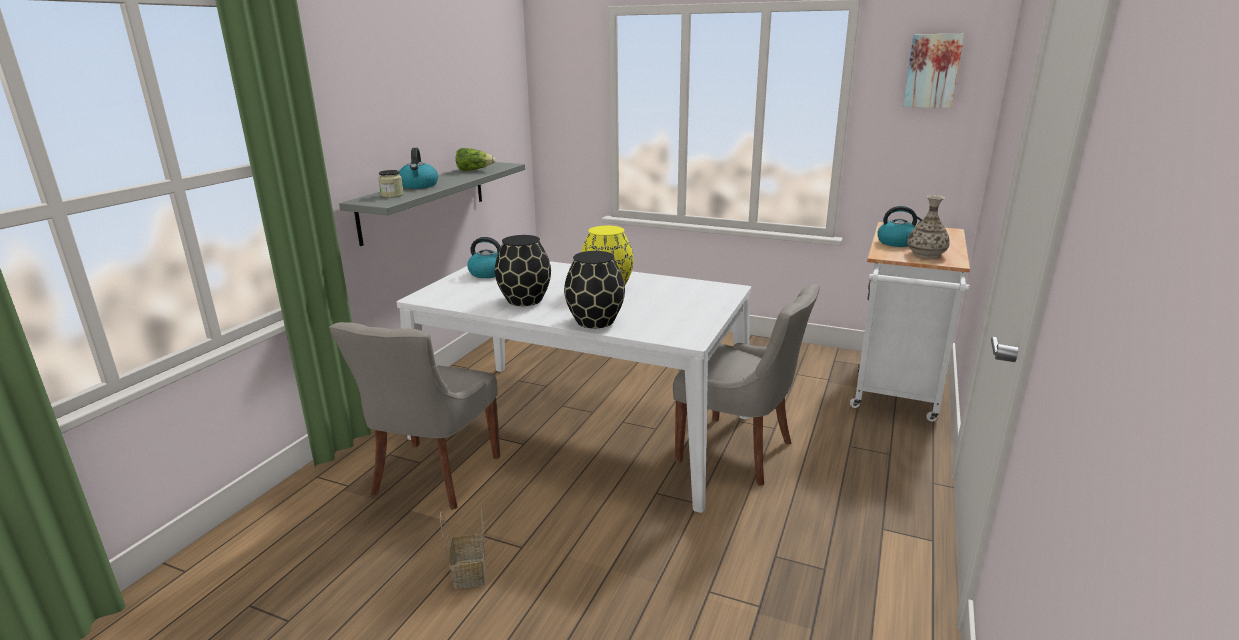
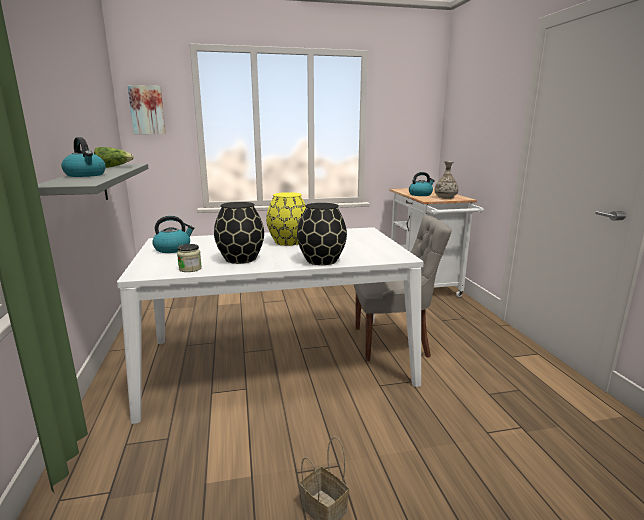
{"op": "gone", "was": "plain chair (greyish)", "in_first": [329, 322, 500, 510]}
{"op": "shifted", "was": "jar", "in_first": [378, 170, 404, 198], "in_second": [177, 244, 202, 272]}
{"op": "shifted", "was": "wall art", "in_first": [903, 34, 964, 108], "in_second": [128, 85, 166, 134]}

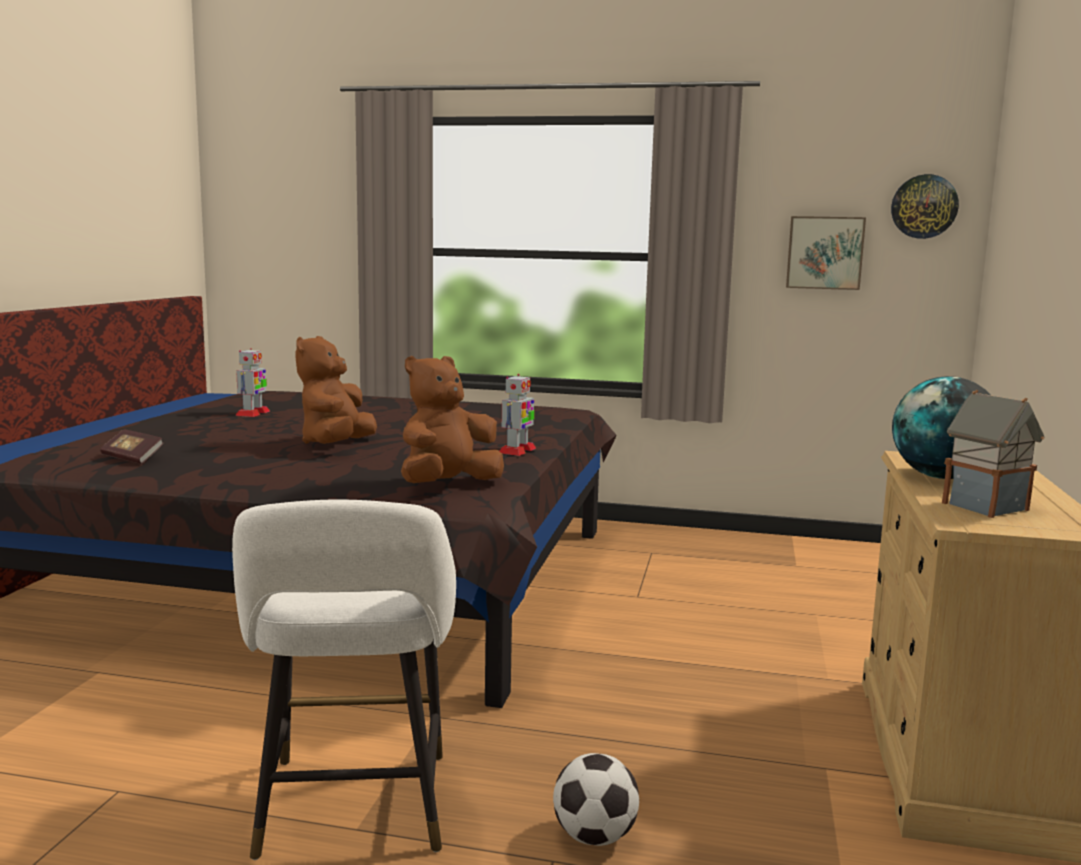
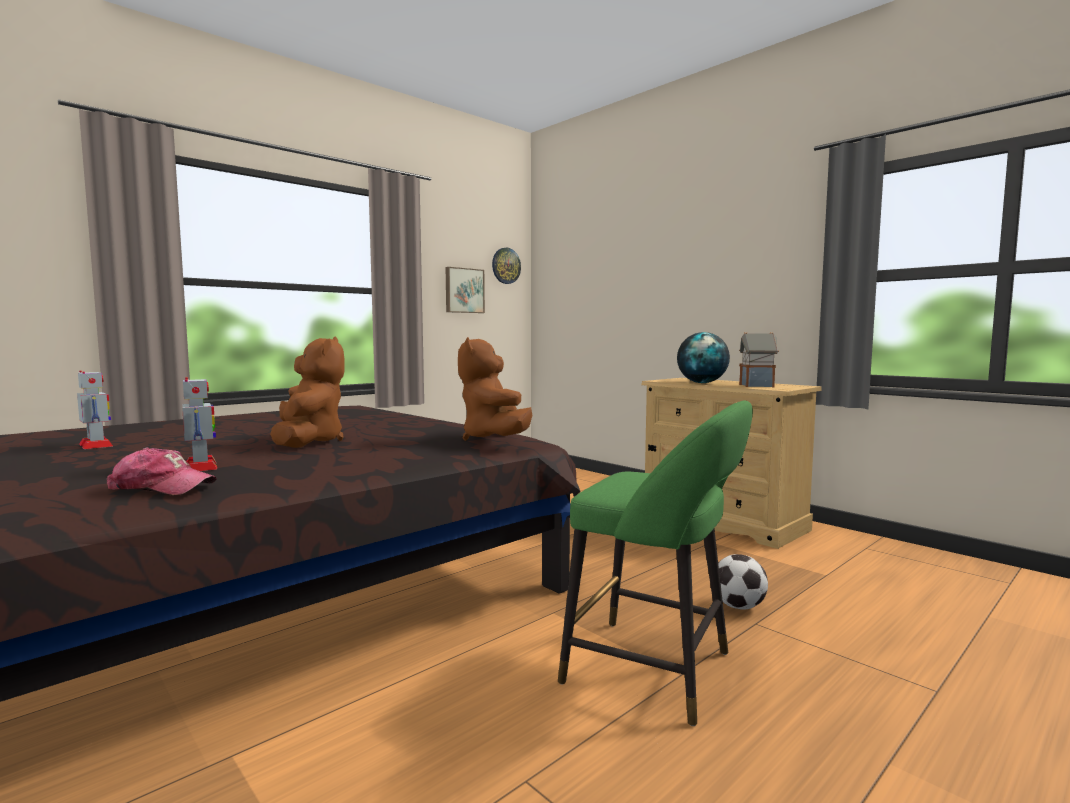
{"op": "swapped", "was": "volume", "now": "baseball cap", "in_first": [100, 430, 164, 464], "in_second": [107, 447, 217, 495]}
{"op": "repainted", "was": "sitting stool (whitish)", "now": "sitting stool (greenish)", "in_first": [232, 500, 456, 860], "in_second": [558, 400, 753, 726]}
{"op": "rotated", "was": "plush toy (brownish)", "in_first": [295, 336, 377, 444], "in_second": [270, 336, 345, 448], "clockwise": -150}
{"op": "shifted", "was": "toy robot", "in_first": [500, 374, 536, 456], "in_second": [182, 377, 217, 471]}

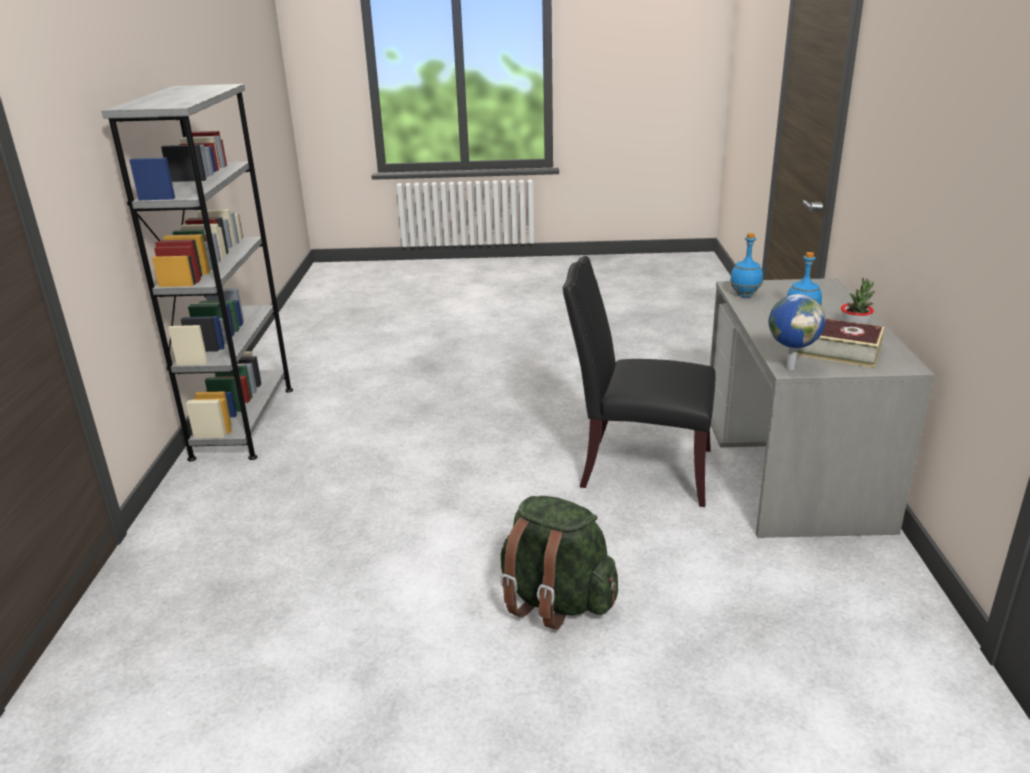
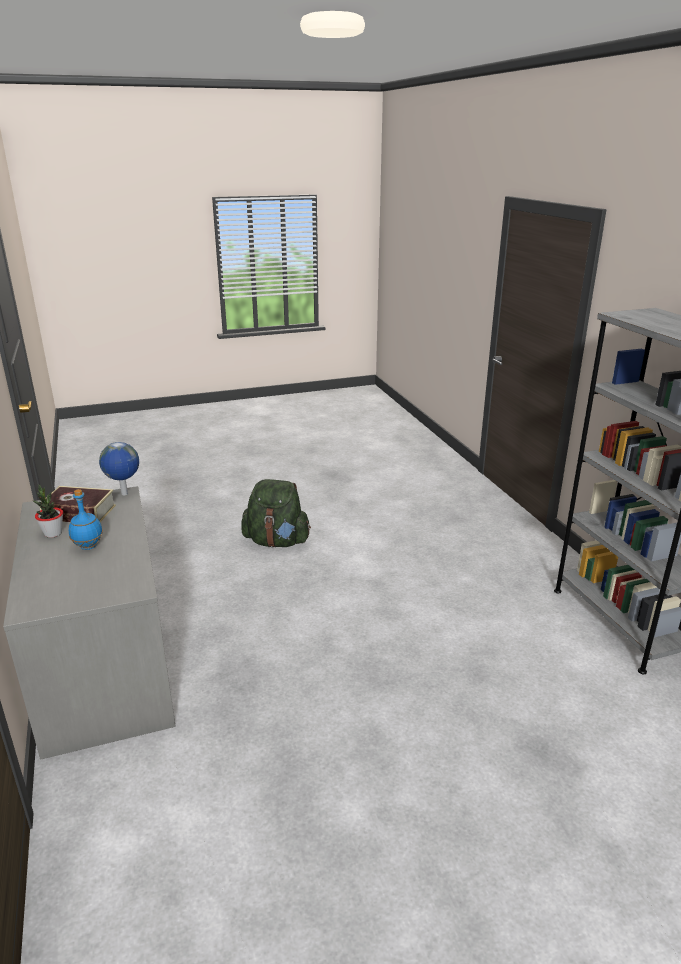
{"op": "gone", "was": "plain chair (black)", "in_first": [563, 256, 716, 507]}
{"op": "gone", "was": "drink bottle (blue-coloured)", "in_first": [730, 233, 763, 297]}

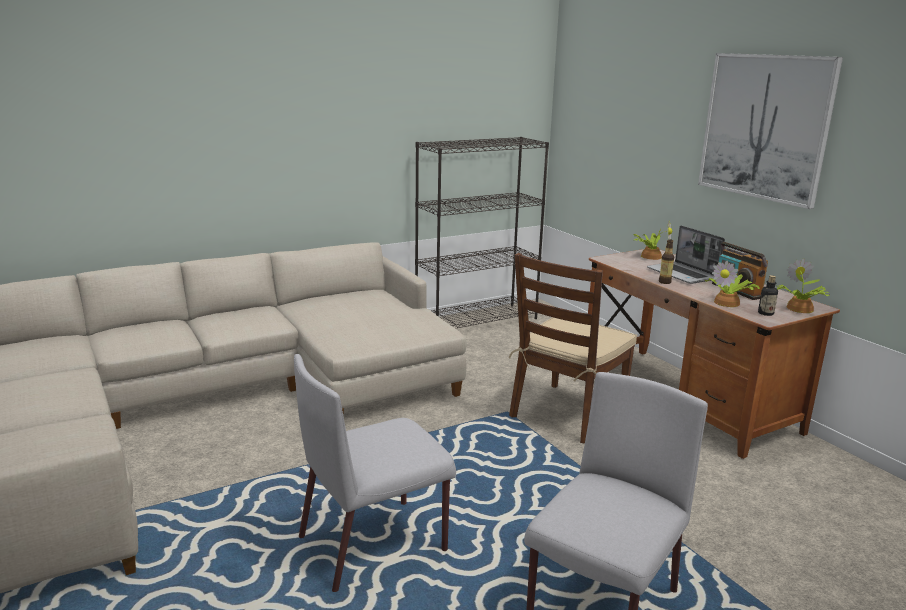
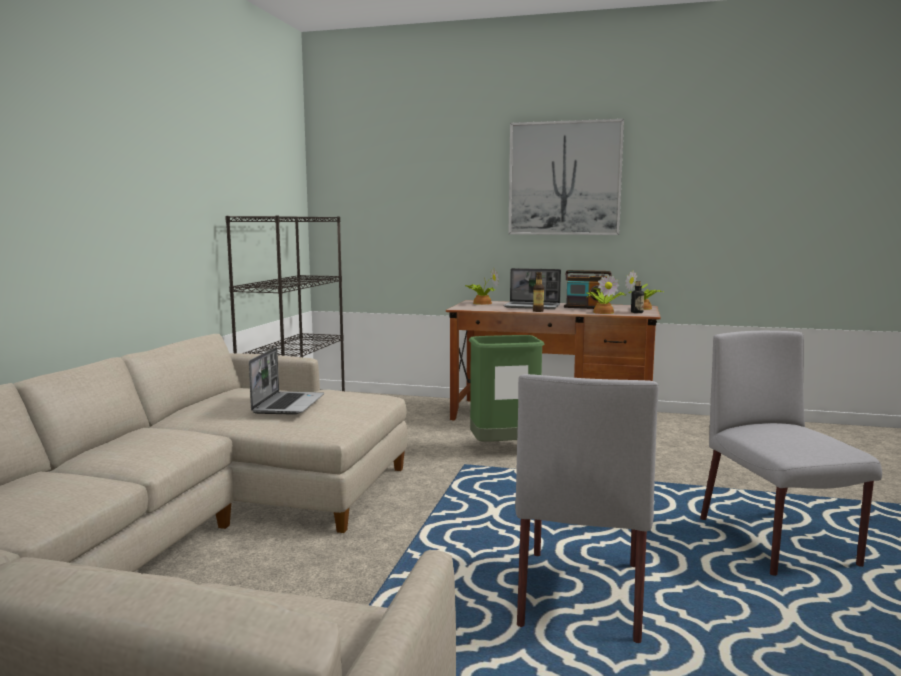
{"op": "swapped", "was": "plain chair (brownish)", "now": "trash can (greenish)", "in_first": [508, 253, 637, 444], "in_second": [469, 335, 544, 442]}
{"op": "new", "now": "portable computer", "in_second": [249, 347, 324, 415]}

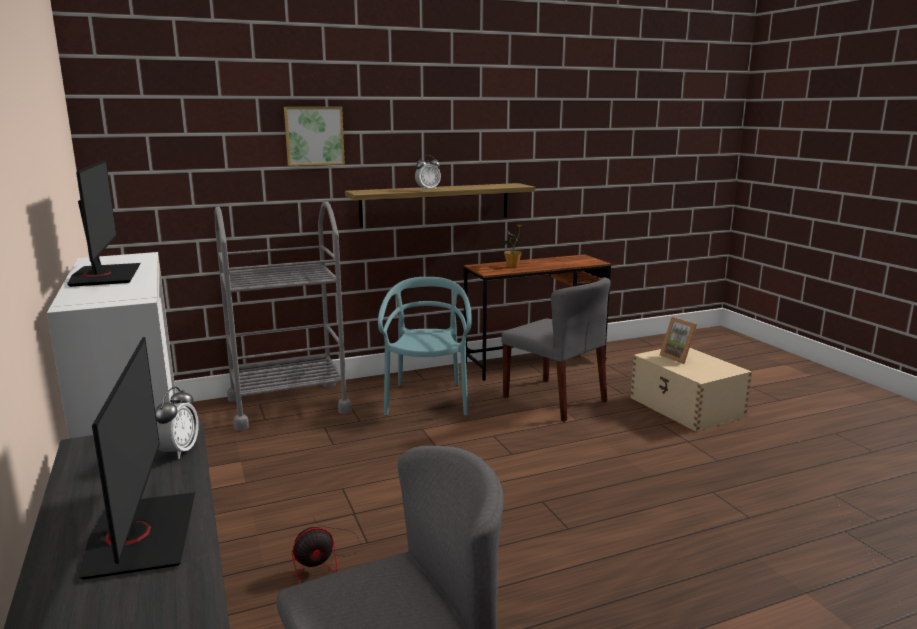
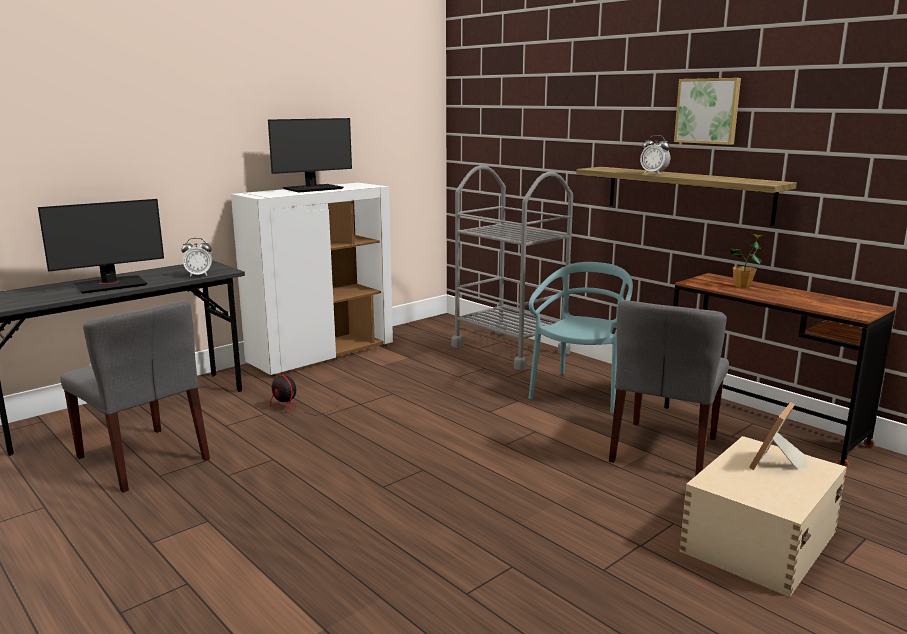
{"op": "shifted", "was": "wall art", "in_first": [284, 107, 345, 166], "in_second": [674, 78, 741, 145]}
{"op": "rotated", "was": "plain chair (turquoise-coloured)", "in_first": [378, 277, 472, 416], "in_second": [529, 262, 633, 413], "clockwise": -45}

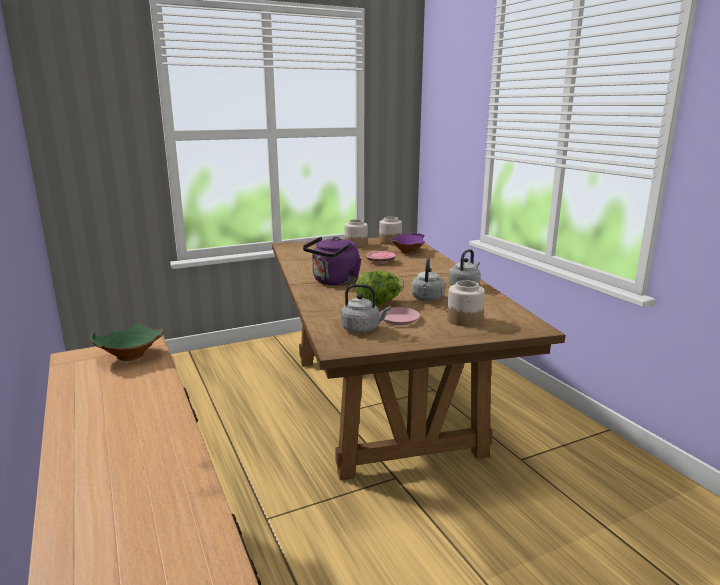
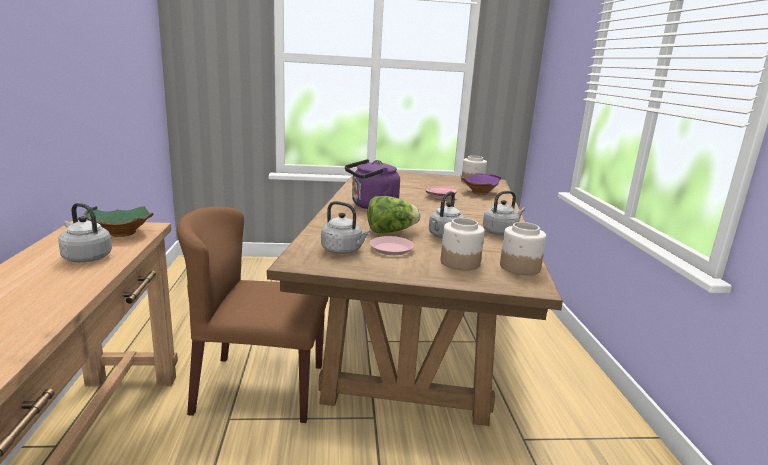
{"op": "shifted", "was": "jar", "in_first": [345, 219, 368, 248], "in_second": [500, 222, 546, 275]}
{"op": "new", "now": "water kettle (greyish)", "in_second": [58, 203, 112, 262]}
{"op": "new", "now": "plain chair (brownish)", "in_second": [177, 207, 328, 423]}

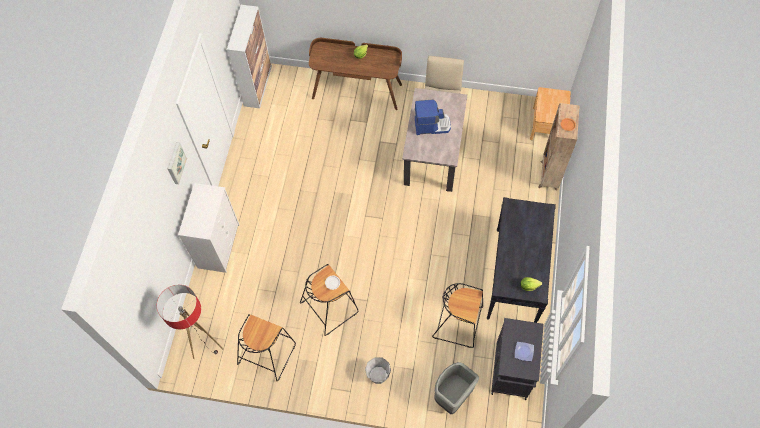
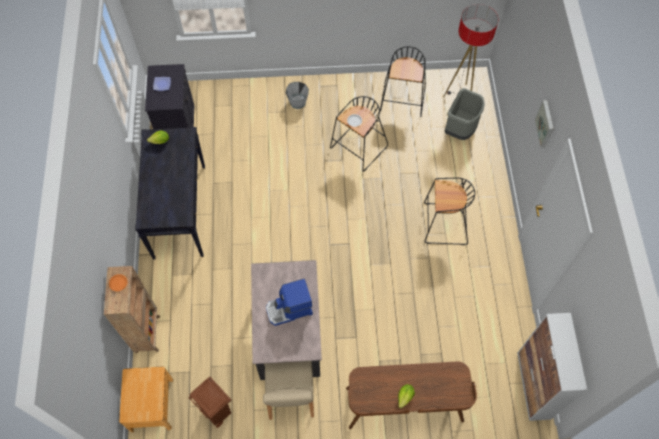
{"op": "gone", "was": "chest of drawers (whitish)", "in_first": [178, 183, 239, 273]}
{"op": "shifted", "was": "sitting stool (black)", "in_first": [432, 283, 483, 348], "in_second": [424, 178, 475, 245]}
{"op": "shifted", "was": "trash can (greyish)", "in_first": [434, 362, 479, 414], "in_second": [445, 88, 485, 140]}
{"op": "new", "now": "trash can (brownish)", "in_second": [188, 377, 231, 428]}

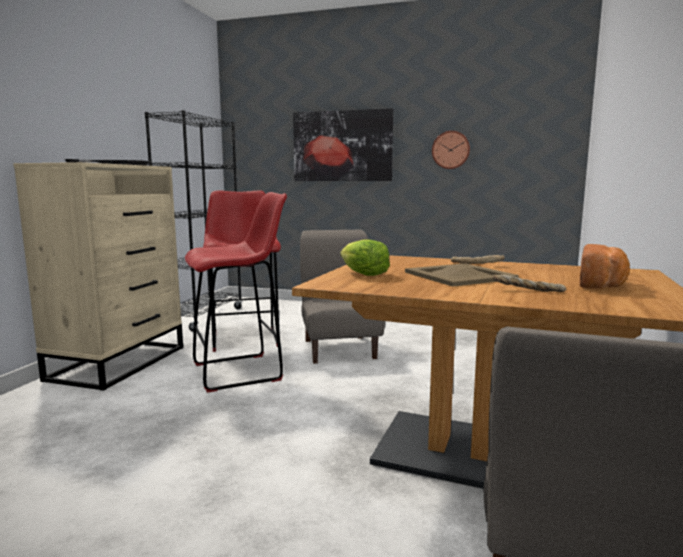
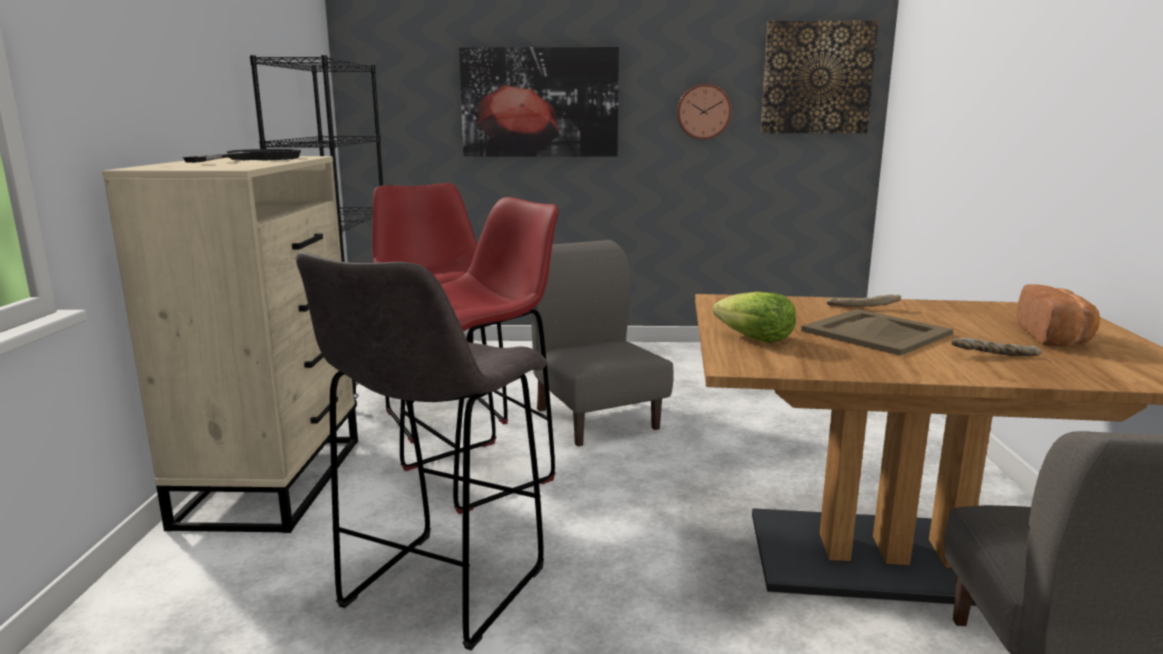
{"op": "new", "now": "sitting stool (greyish)", "in_second": [296, 252, 548, 650]}
{"op": "new", "now": "wall art", "in_second": [760, 21, 879, 133]}

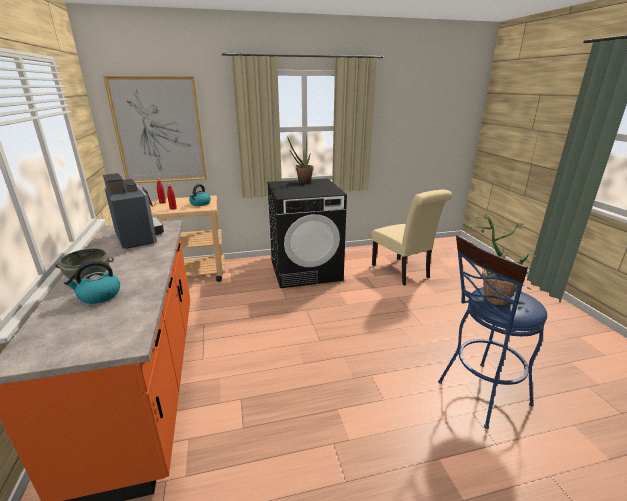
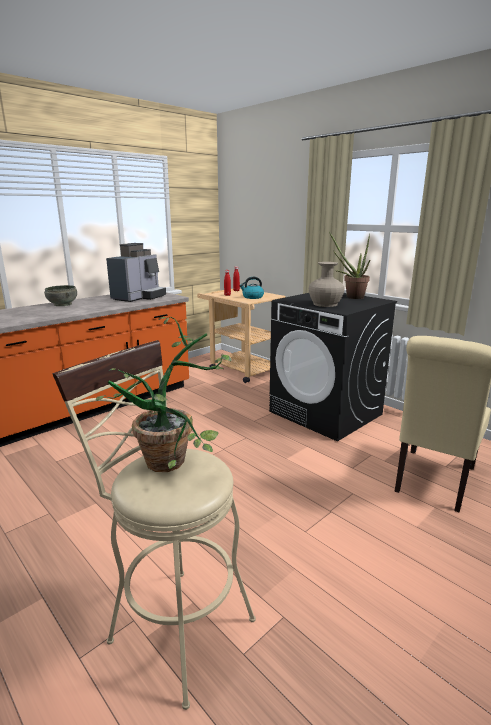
{"op": "gone", "was": "water kettle", "in_first": [64, 261, 120, 304]}
{"op": "gone", "was": "wall art", "in_first": [103, 76, 207, 183]}
{"op": "repainted", "was": "sitting stool (blue-coloured)", "now": "sitting stool (sand-coloured)", "in_first": [438, 235, 547, 429], "in_second": [52, 340, 256, 710]}
{"op": "new", "now": "decorative vase (sand-coloured)", "in_second": [309, 262, 344, 307]}

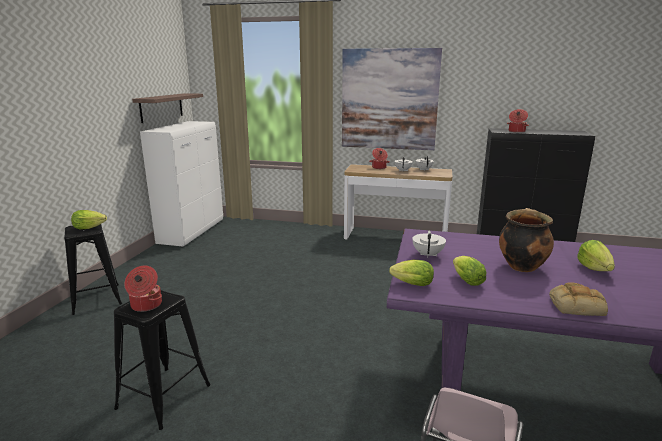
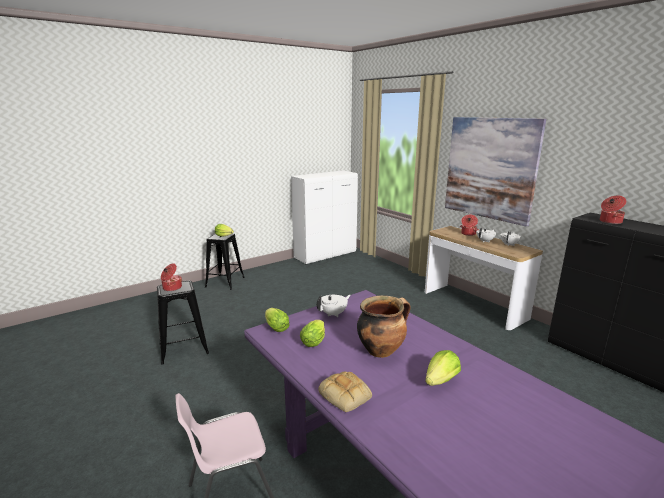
{"op": "gone", "was": "bracket shelf", "in_first": [132, 93, 203, 123]}

